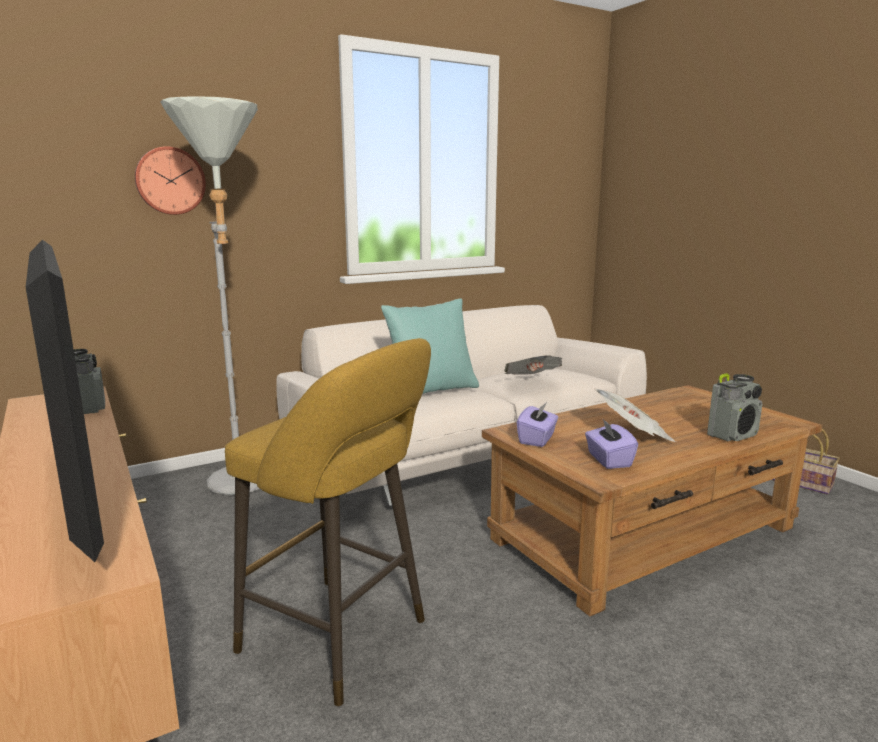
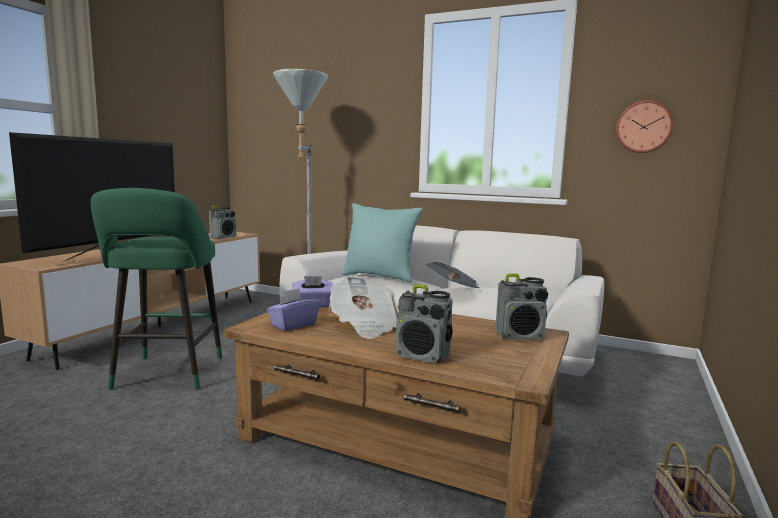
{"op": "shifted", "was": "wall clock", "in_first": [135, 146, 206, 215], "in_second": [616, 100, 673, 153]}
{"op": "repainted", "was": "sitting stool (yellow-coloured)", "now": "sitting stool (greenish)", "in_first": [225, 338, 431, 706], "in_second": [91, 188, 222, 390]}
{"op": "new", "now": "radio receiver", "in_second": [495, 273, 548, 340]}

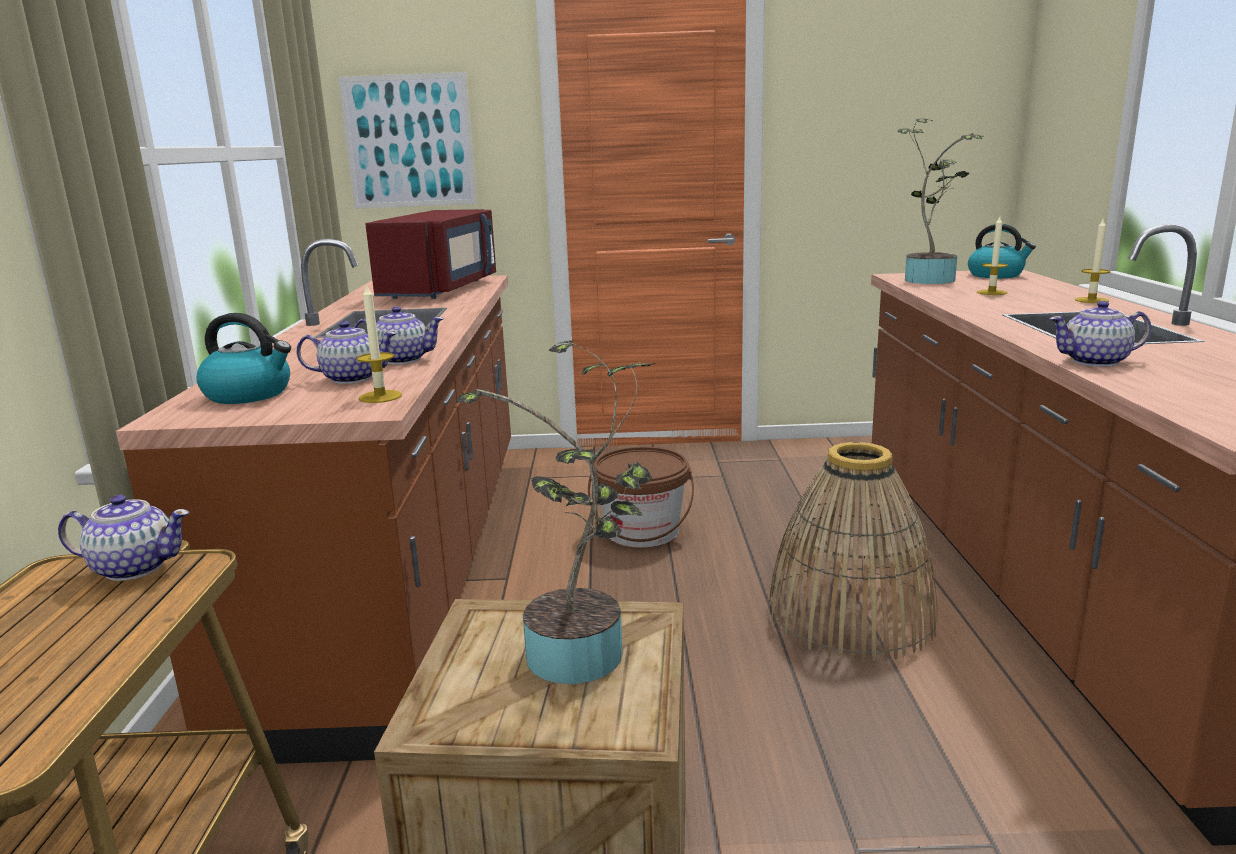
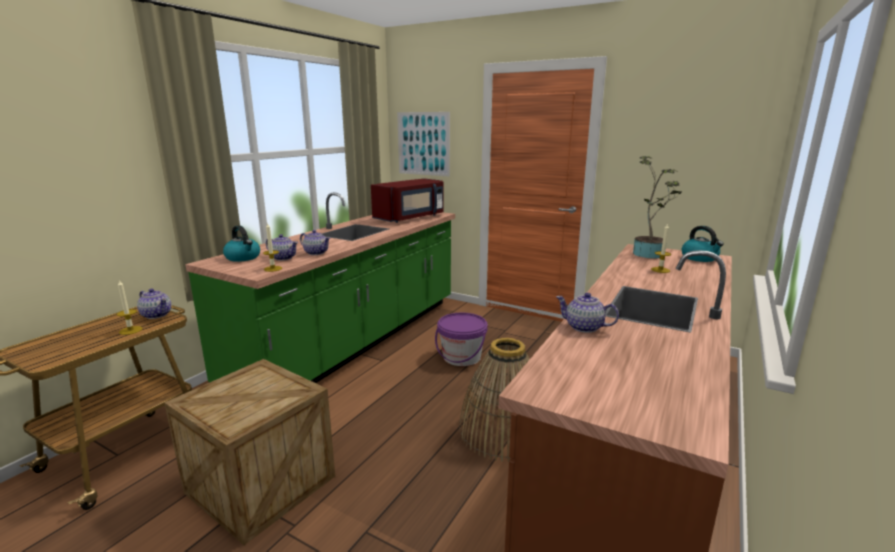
{"op": "repainted", "was": "kitchen counter (brownish)", "now": "kitchen counter (greenish)", "in_first": [116, 239, 511, 765], "in_second": [185, 192, 455, 383]}
{"op": "gone", "was": "plant in a pot", "in_first": [456, 340, 655, 684]}
{"op": "repainted", "was": "bucket (brownish)", "now": "bucket (purple)", "in_first": [588, 447, 694, 548], "in_second": [435, 313, 488, 366]}
{"op": "shifted", "was": "wax light", "in_first": [1075, 217, 1111, 303], "in_second": [117, 280, 143, 335]}

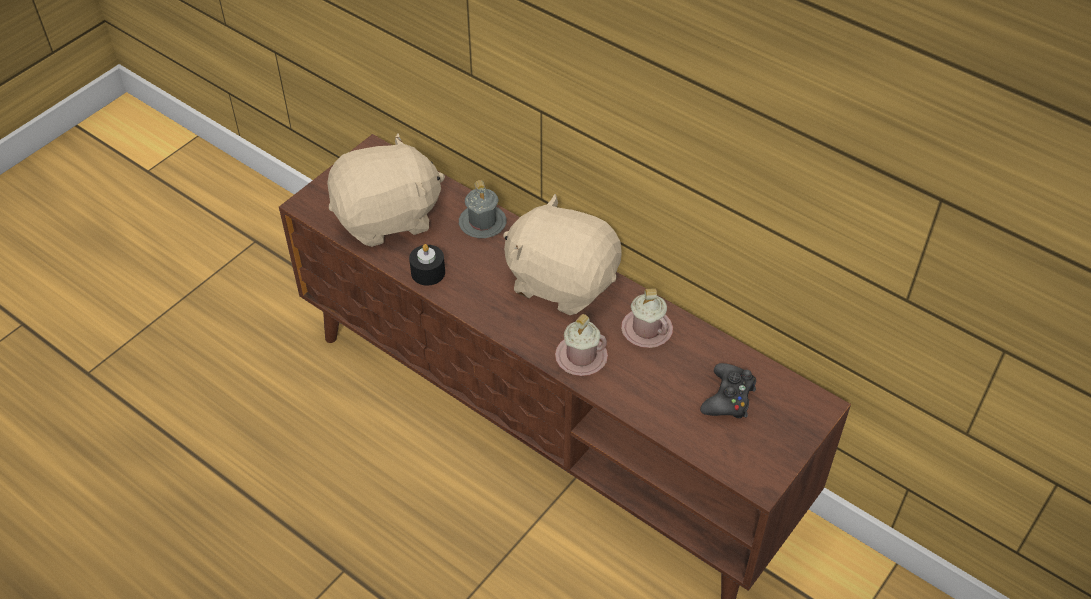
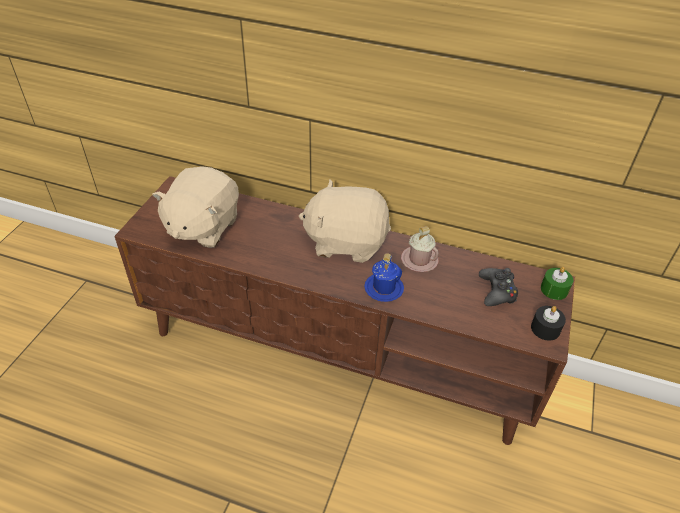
{"op": "rotated", "was": "plush toy (sand-coloured)", "in_first": [327, 133, 445, 247], "in_second": [152, 166, 239, 248], "clockwise": 150}
{"op": "shifted", "was": "wax light (black)", "in_first": [409, 244, 445, 286], "in_second": [531, 306, 566, 341]}
{"op": "gone", "was": "coffee mug (greyish)", "in_first": [459, 180, 506, 238]}
{"op": "repainted", "was": "coffee mug (pinkish)", "now": "coffee mug (blue-coloured)", "in_first": [555, 314, 608, 376], "in_second": [364, 253, 404, 302]}
{"op": "new", "now": "wax light (greenish)", "in_second": [541, 267, 573, 300]}

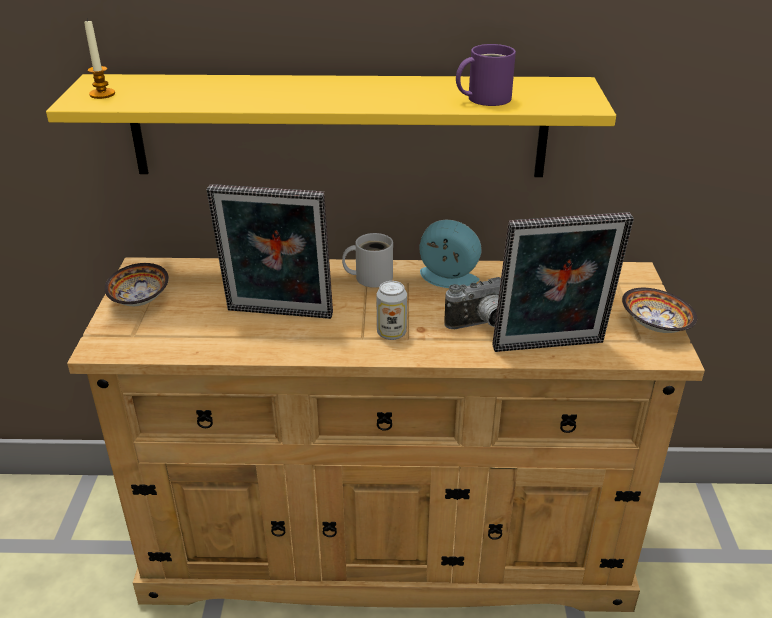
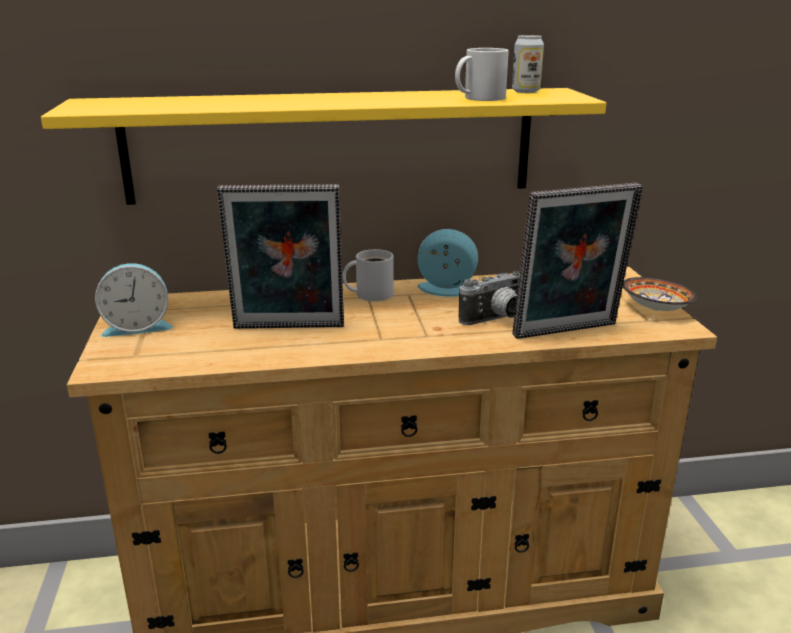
{"op": "gone", "was": "wax light", "in_first": [84, 18, 115, 99]}
{"op": "swapped", "was": "deep dish", "now": "bedside clock", "in_first": [105, 263, 169, 306], "in_second": [95, 263, 173, 337]}
{"op": "shifted", "was": "sealed can", "in_first": [377, 281, 407, 340], "in_second": [512, 35, 544, 93]}
{"op": "repainted", "was": "coffee mug (purple)", "now": "coffee mug (whitish)", "in_first": [456, 44, 516, 106], "in_second": [455, 48, 509, 101]}

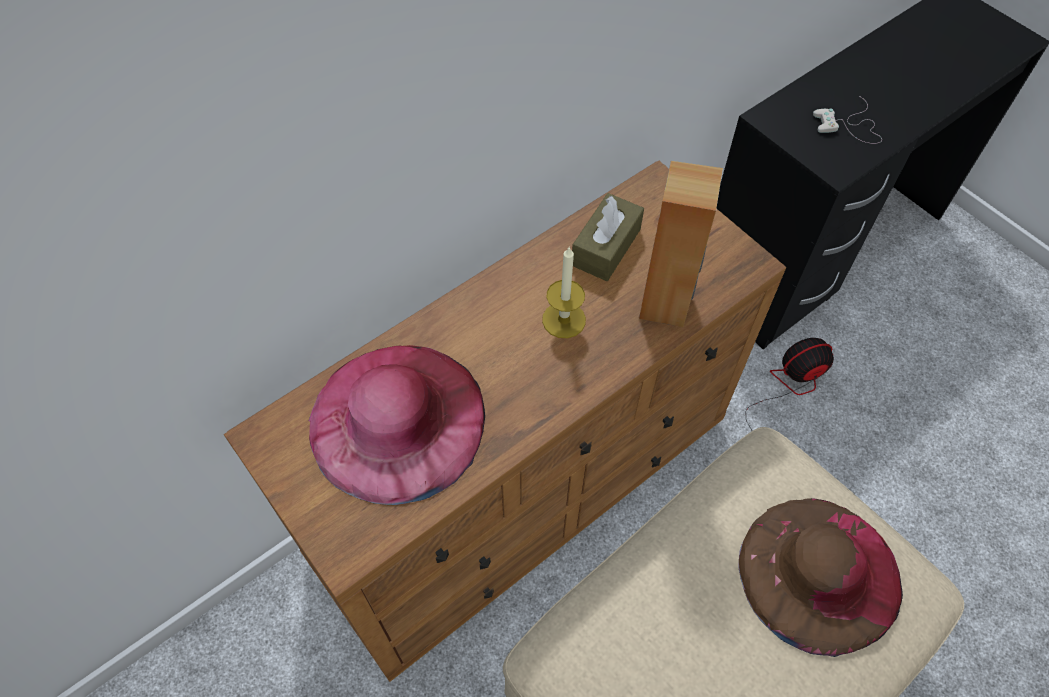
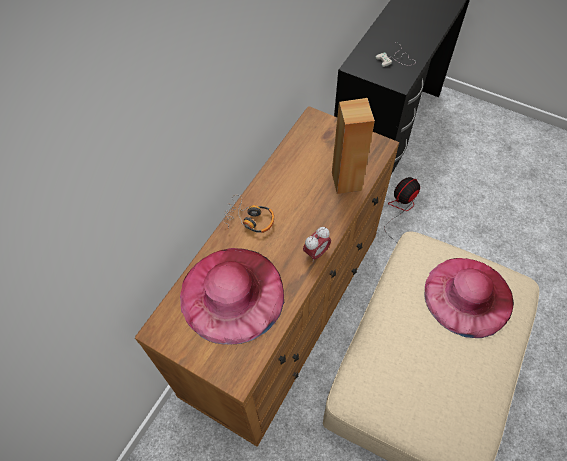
{"op": "gone", "was": "wax light", "in_first": [542, 247, 586, 338]}
{"op": "gone", "was": "tissue holder (brownish)", "in_first": [572, 193, 644, 281]}
{"op": "repainted", "was": "hat (brownish)", "now": "hat (pinkish)", "in_first": [738, 498, 903, 657], "in_second": [425, 258, 514, 338]}
{"op": "new", "now": "headphones", "in_second": [223, 195, 274, 233]}
{"op": "new", "now": "bedside clock", "in_second": [303, 227, 331, 262]}

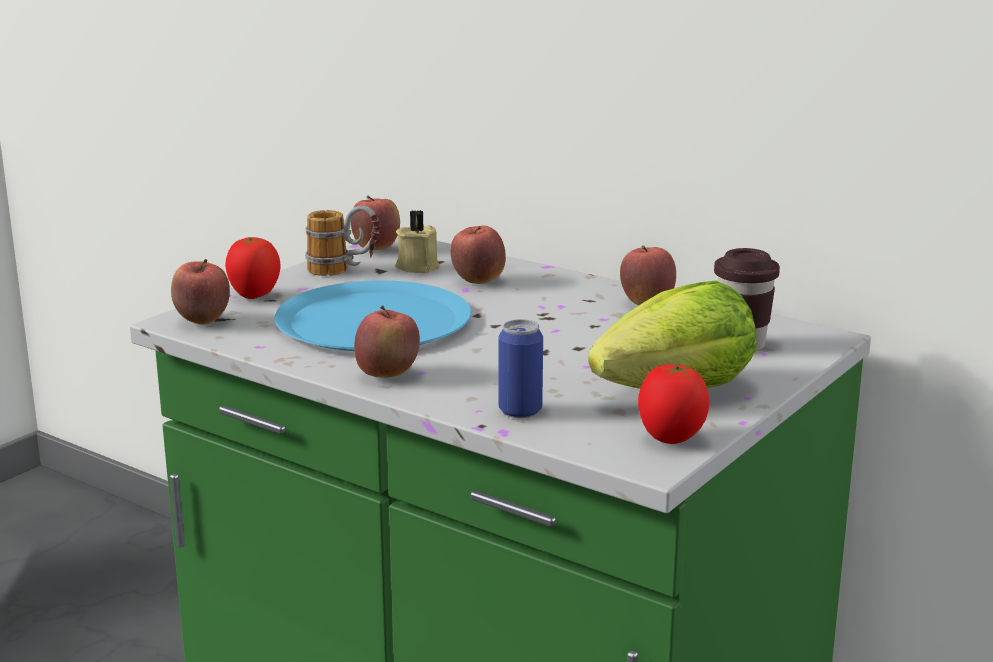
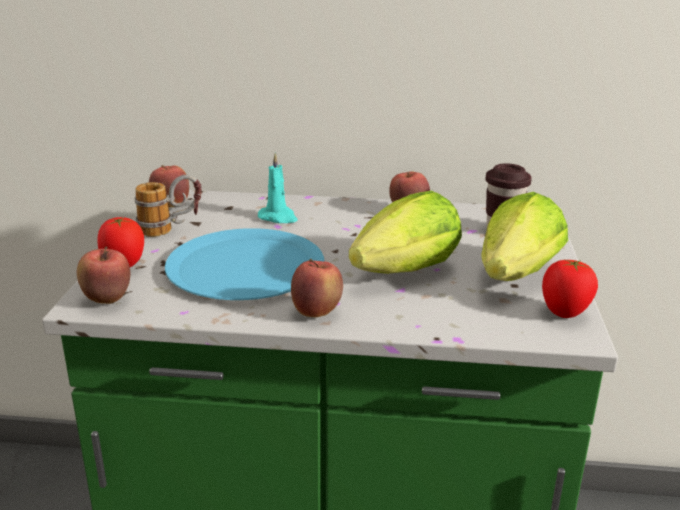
{"op": "gone", "was": "wax light (sand-coloured)", "in_first": [395, 210, 440, 273]}
{"op": "swapped", "was": "apple", "now": "wax light (turquoise-coloured)", "in_first": [450, 225, 506, 284], "in_second": [258, 153, 298, 223]}
{"op": "gone", "was": "sealed can", "in_first": [499, 319, 543, 418]}
{"op": "new", "now": "lettuce head", "in_second": [349, 191, 462, 274]}

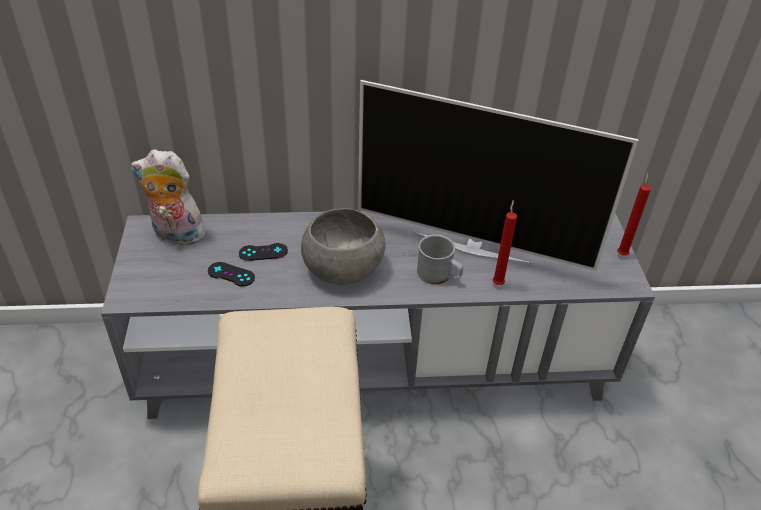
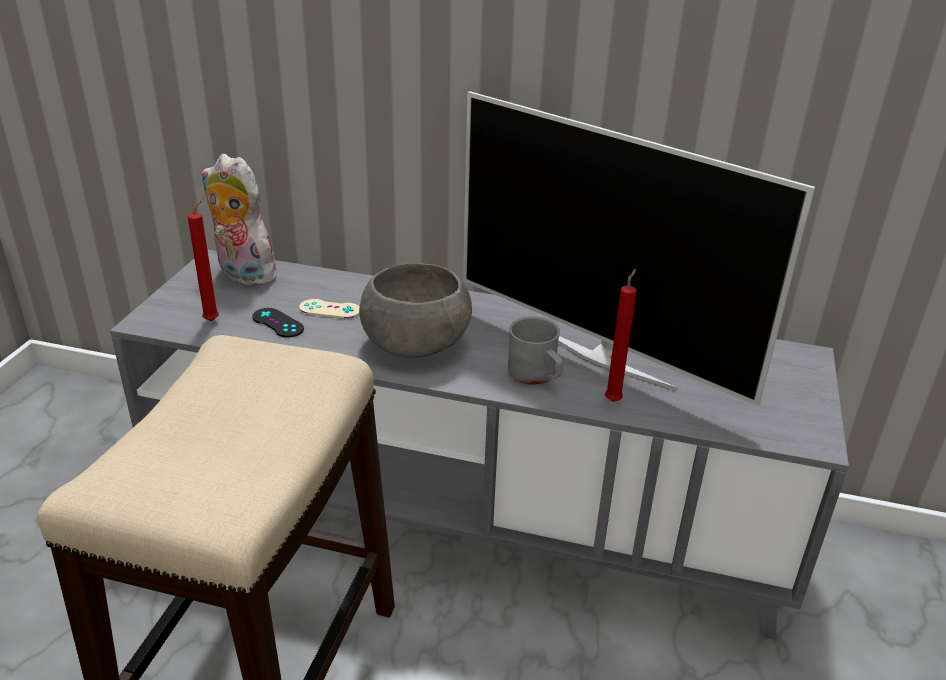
{"op": "repainted", "was": "gamepad (black)", "now": "gamepad (sand-coloured)", "in_first": [239, 243, 288, 261], "in_second": [299, 299, 360, 319]}
{"op": "shifted", "was": "wax light (reddish)", "in_first": [617, 173, 651, 256], "in_second": [188, 198, 219, 321]}

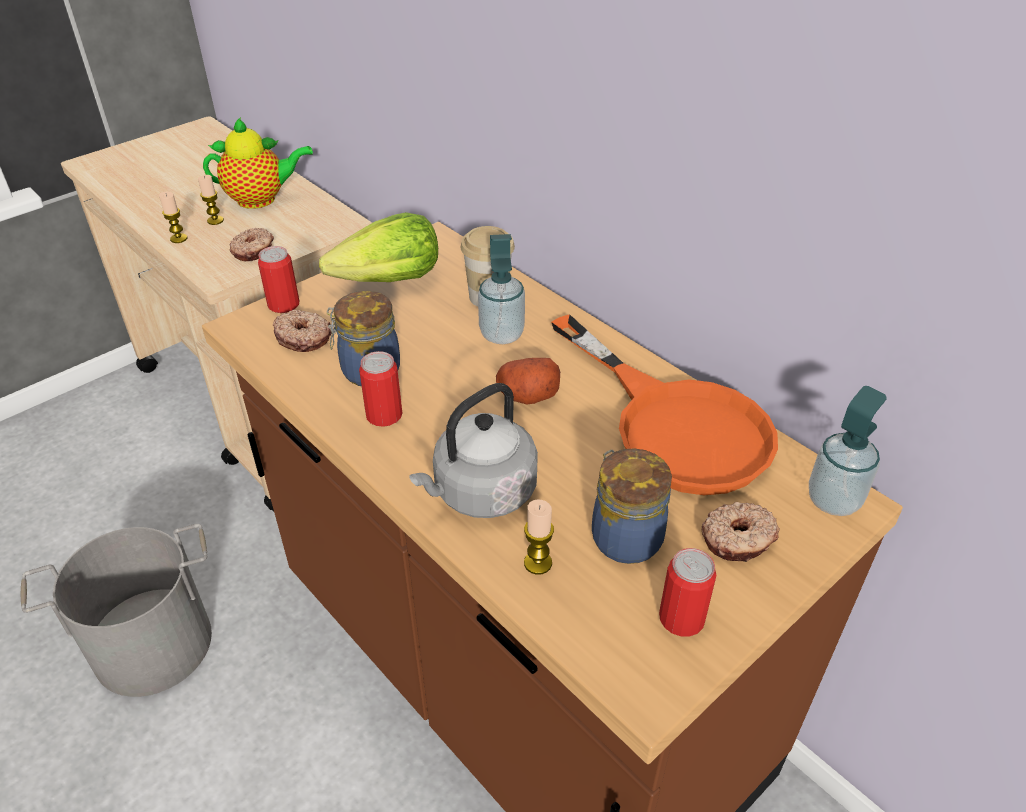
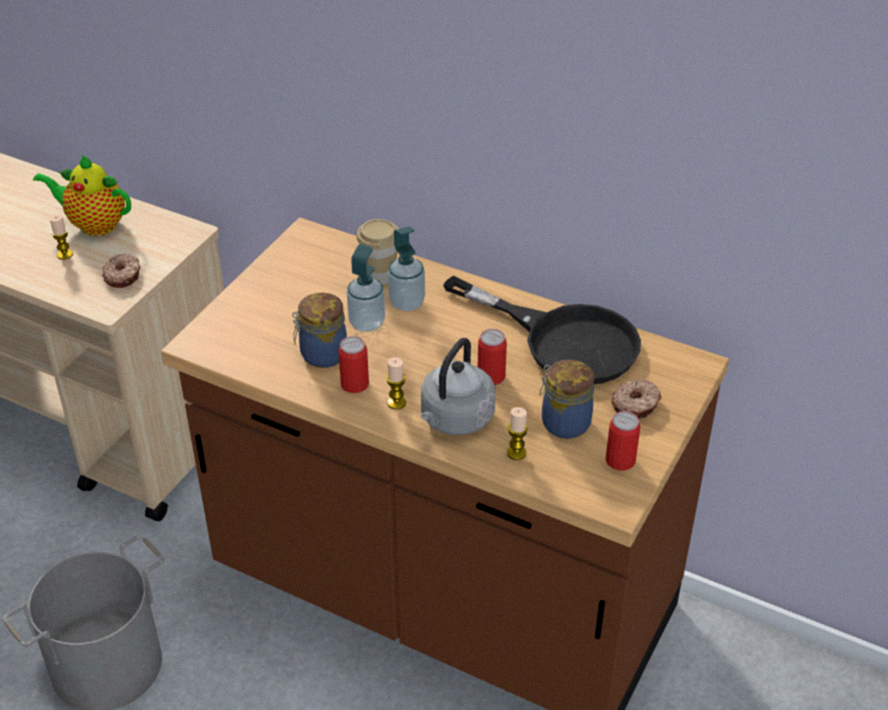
{"op": "shifted", "was": "wax light", "in_first": [159, 192, 187, 243], "in_second": [386, 357, 406, 410]}
{"op": "rotated", "was": "pot for tea", "in_first": [203, 117, 313, 209], "in_second": [33, 155, 131, 236], "clockwise": -135}
{"op": "shifted", "was": "sealed can", "in_first": [258, 246, 299, 313], "in_second": [478, 329, 507, 385]}
{"op": "gone", "was": "doughnut", "in_first": [273, 310, 332, 352]}
{"op": "gone", "was": "lettuce head", "in_first": [319, 212, 438, 282]}
{"op": "gone", "was": "whole potato", "in_first": [496, 358, 560, 404]}
{"op": "repainted", "was": "frying pan (orange)", "now": "frying pan (black)", "in_first": [551, 314, 778, 495], "in_second": [443, 276, 641, 384]}
{"op": "shifted", "was": "liquid soap bottle", "in_first": [809, 386, 887, 516], "in_second": [347, 244, 385, 332]}

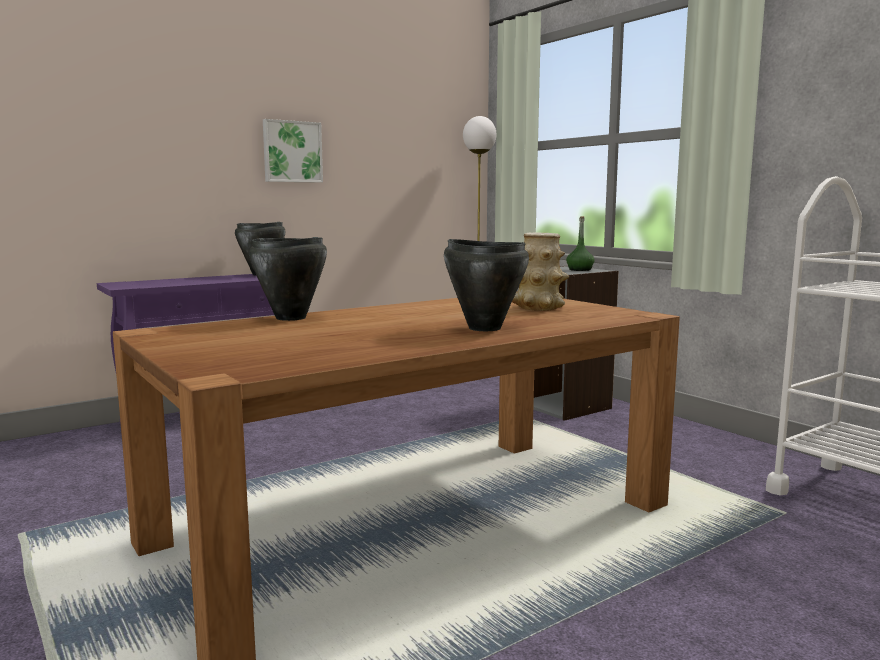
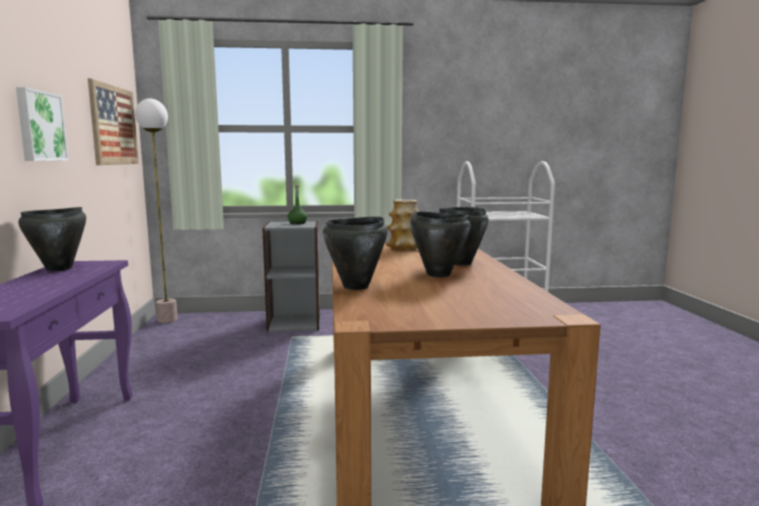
{"op": "new", "now": "wall art", "in_second": [88, 78, 139, 165]}
{"op": "new", "now": "stockpot (black)", "in_second": [410, 212, 471, 278]}

